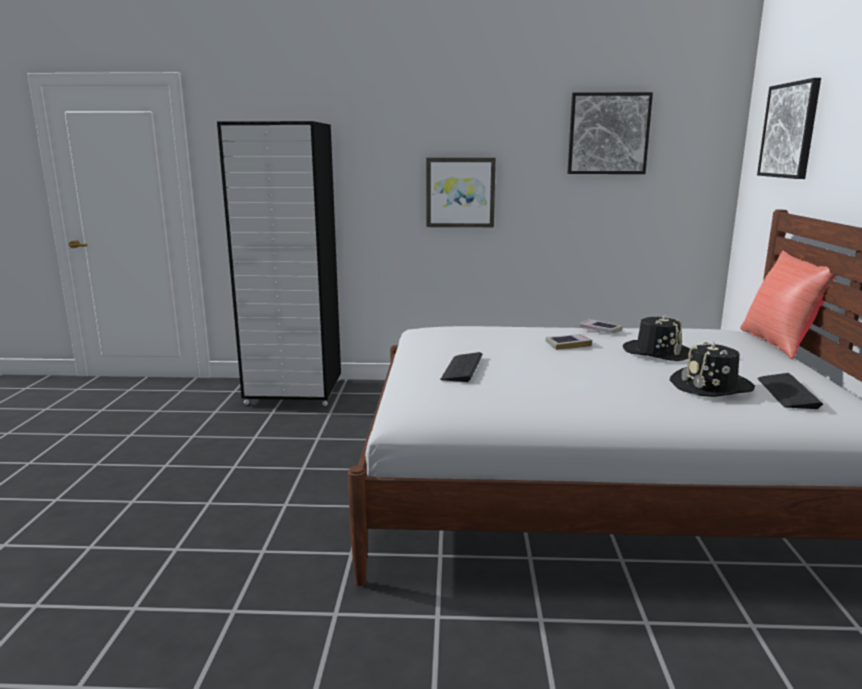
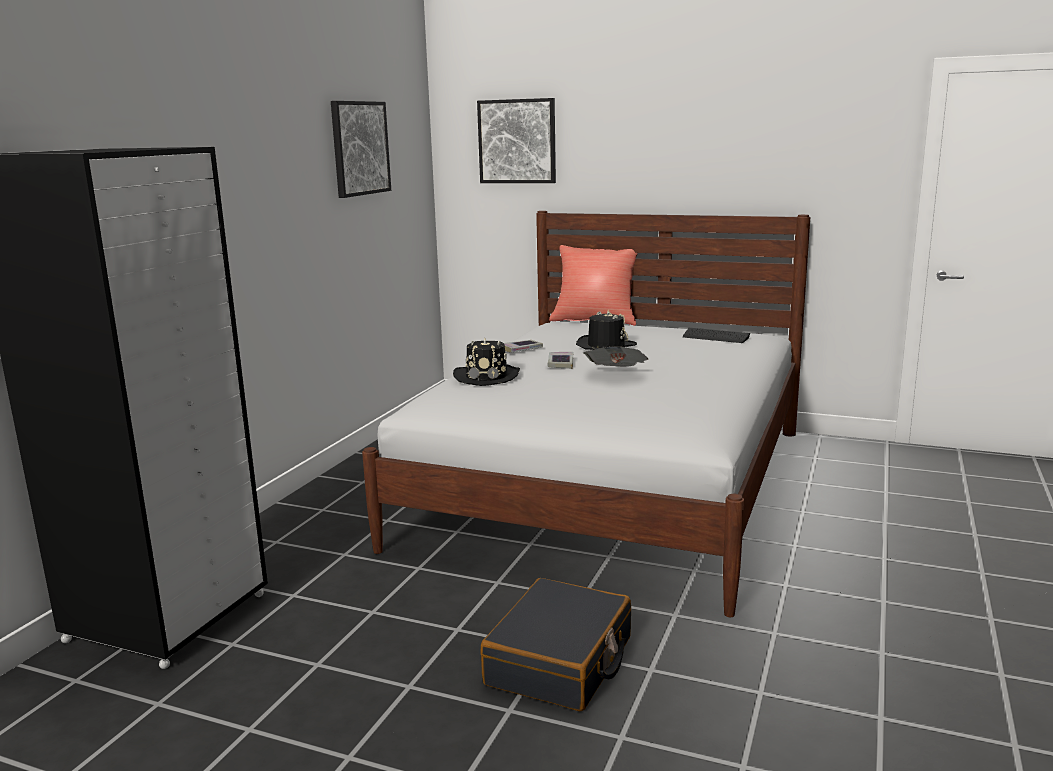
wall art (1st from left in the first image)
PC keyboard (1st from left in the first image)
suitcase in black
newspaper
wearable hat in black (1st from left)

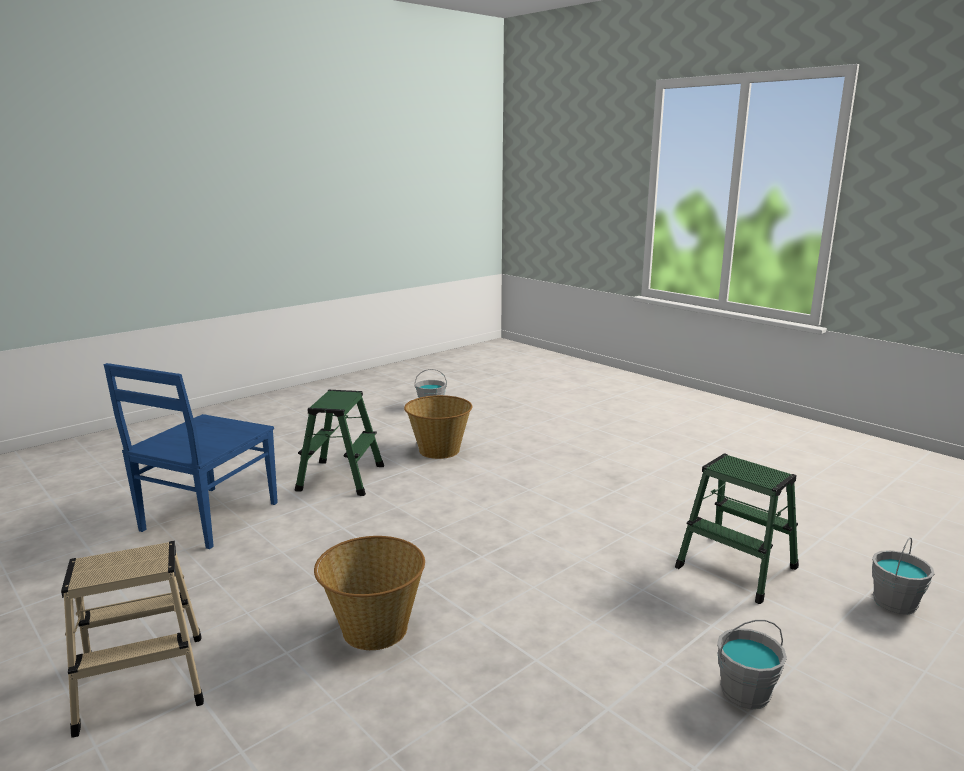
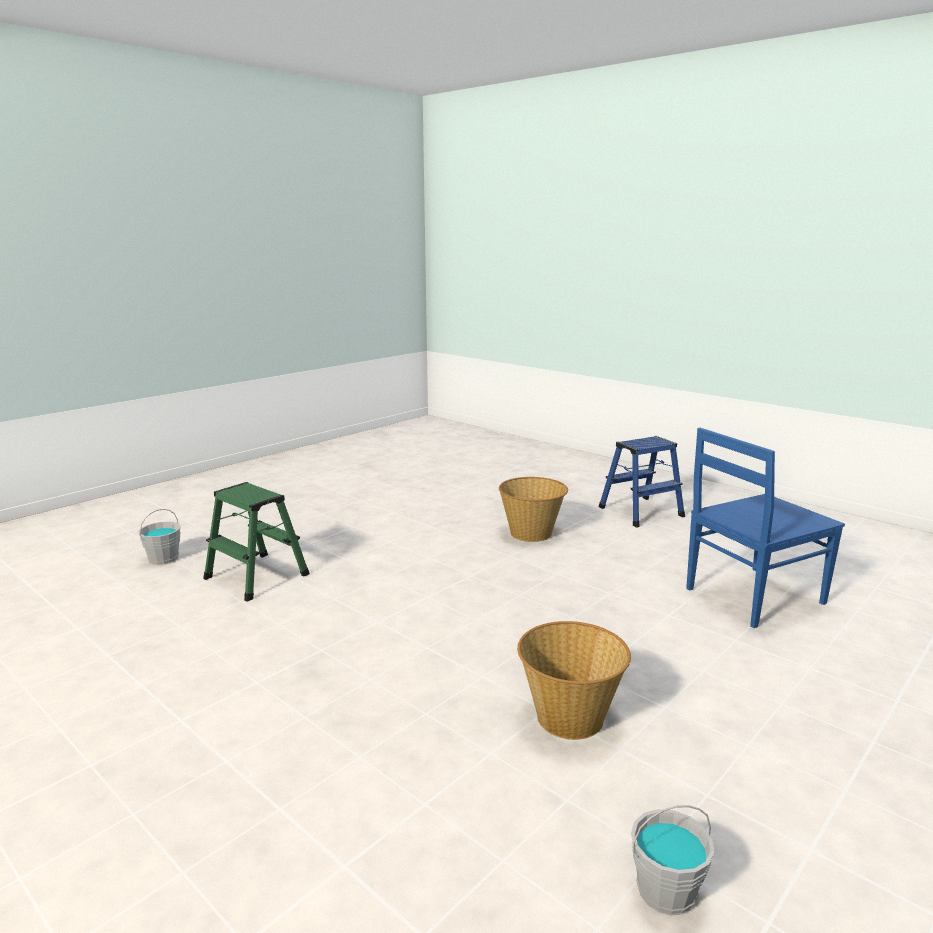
stepladder in greenish (1st from left in the first image)
bucket in gray (2nd from left in the first image)
stepladder in blue-coloured
plain chair in blue-coloured

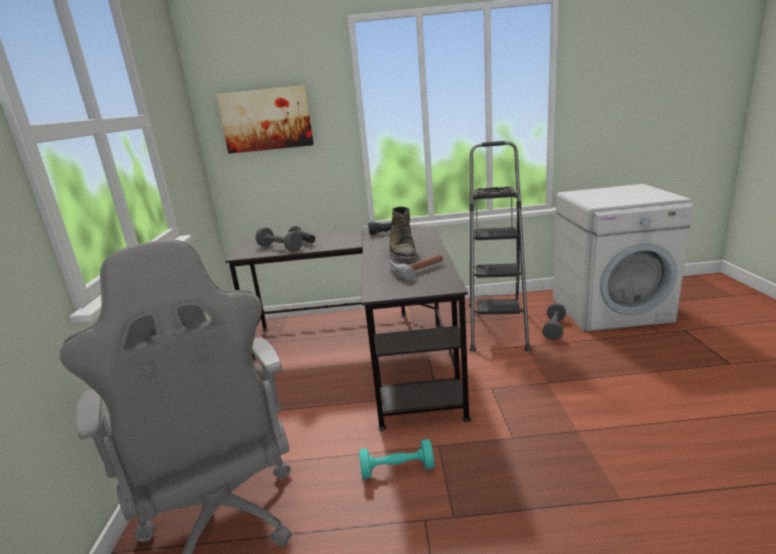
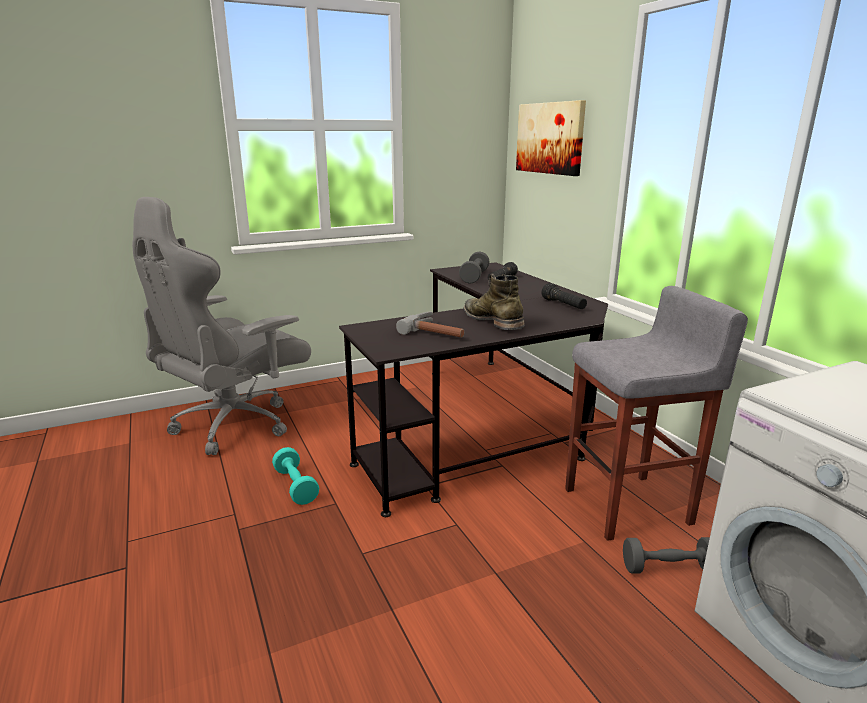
stool in gray
high-top boot in greenish

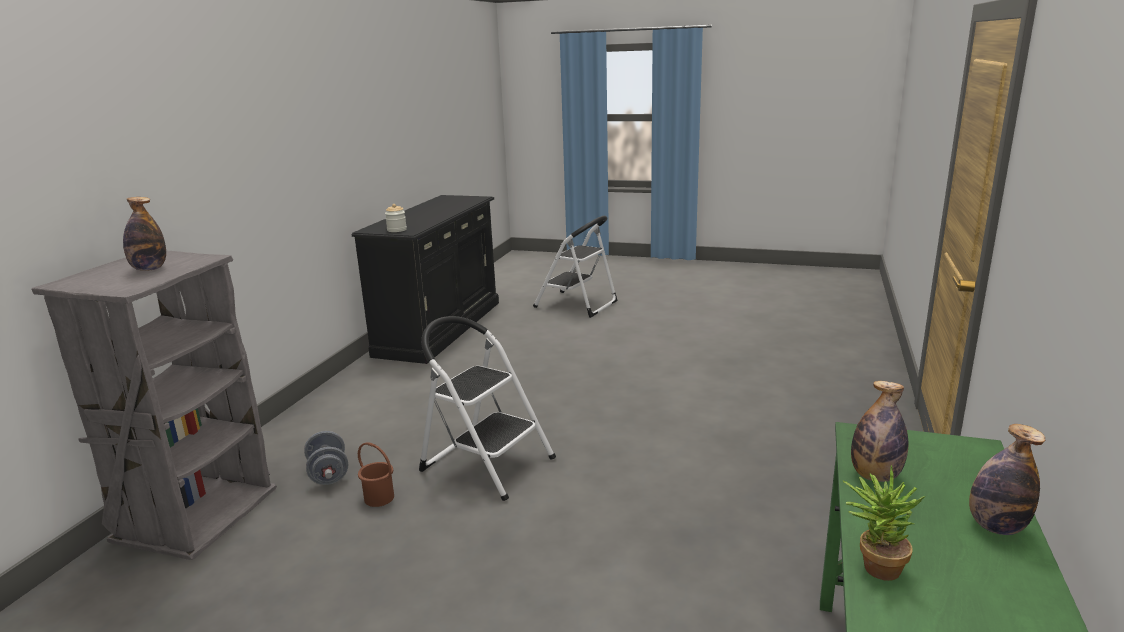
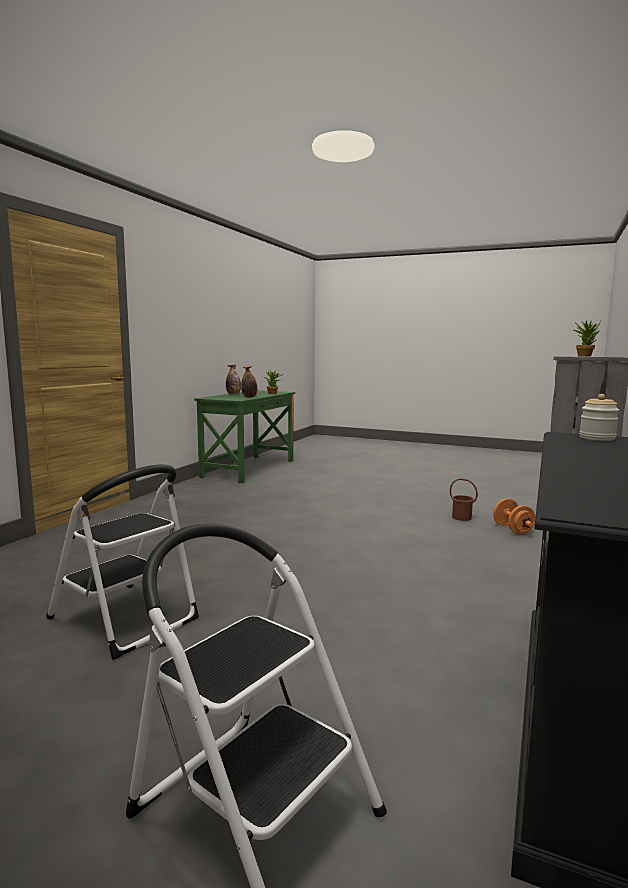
stepladder (1st from left)
houseplant (2nd from left)
hand weight in orange-coloured

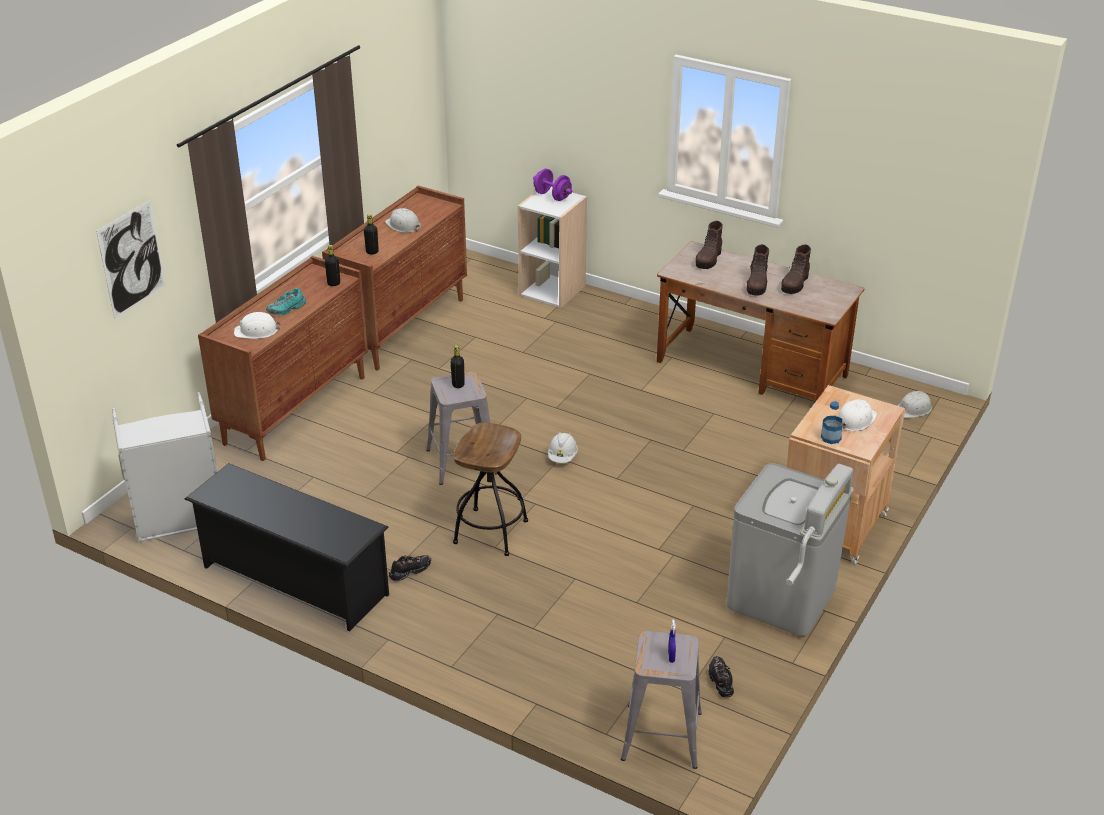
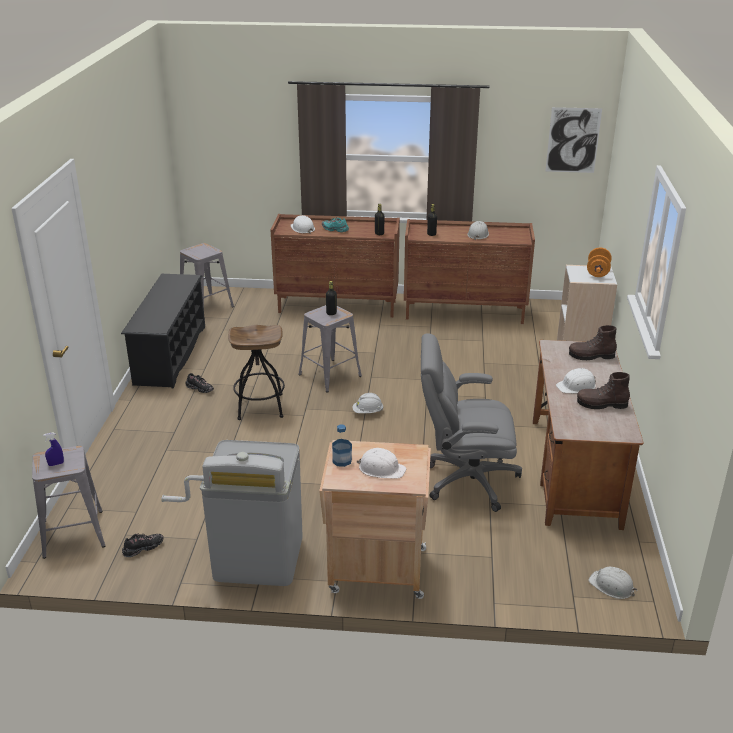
computer chair in gray
wall art
stool in gray (2nd from left)
hard hat in whitish (5th from left)
hand weight in orange-coloured

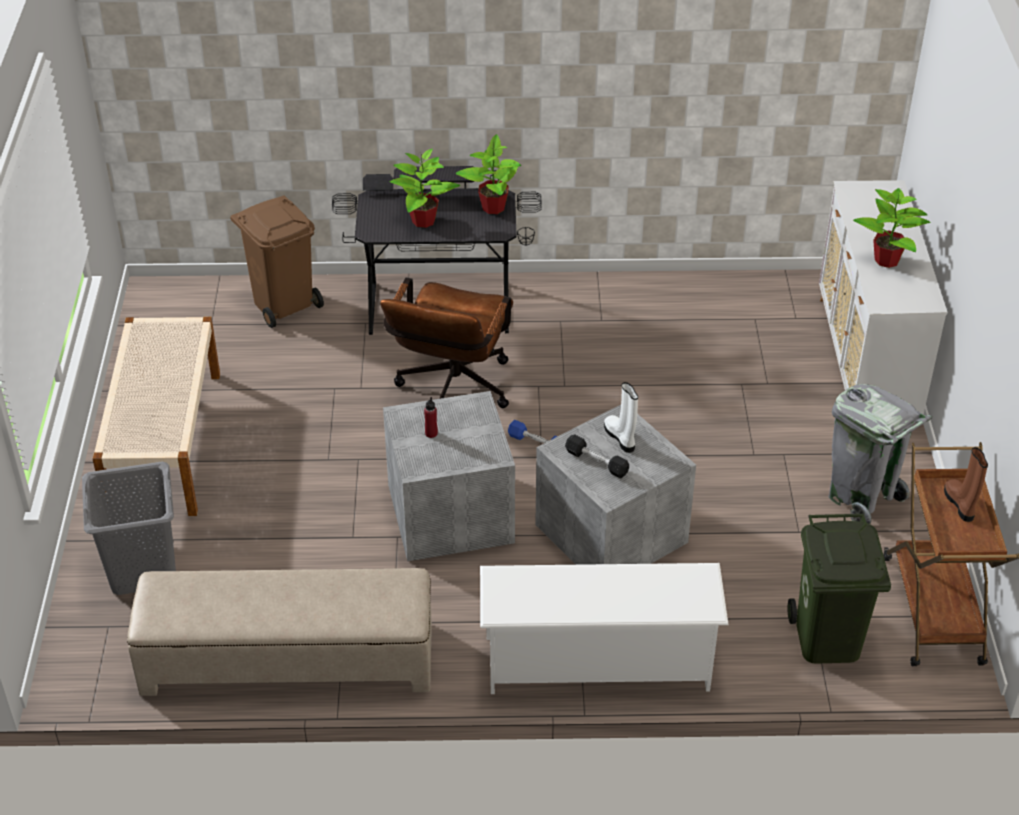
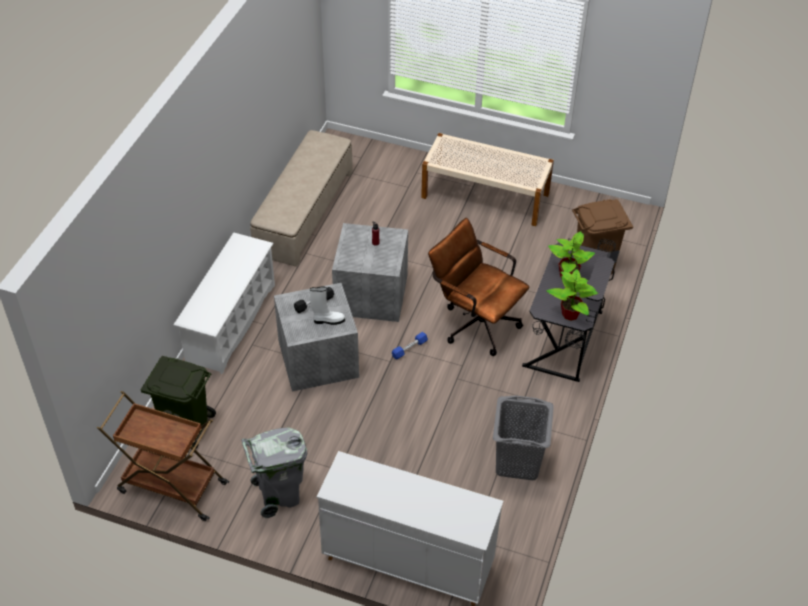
houseplant (3rd from left in the first image)
high-top boot in brownish
washing basket in gray

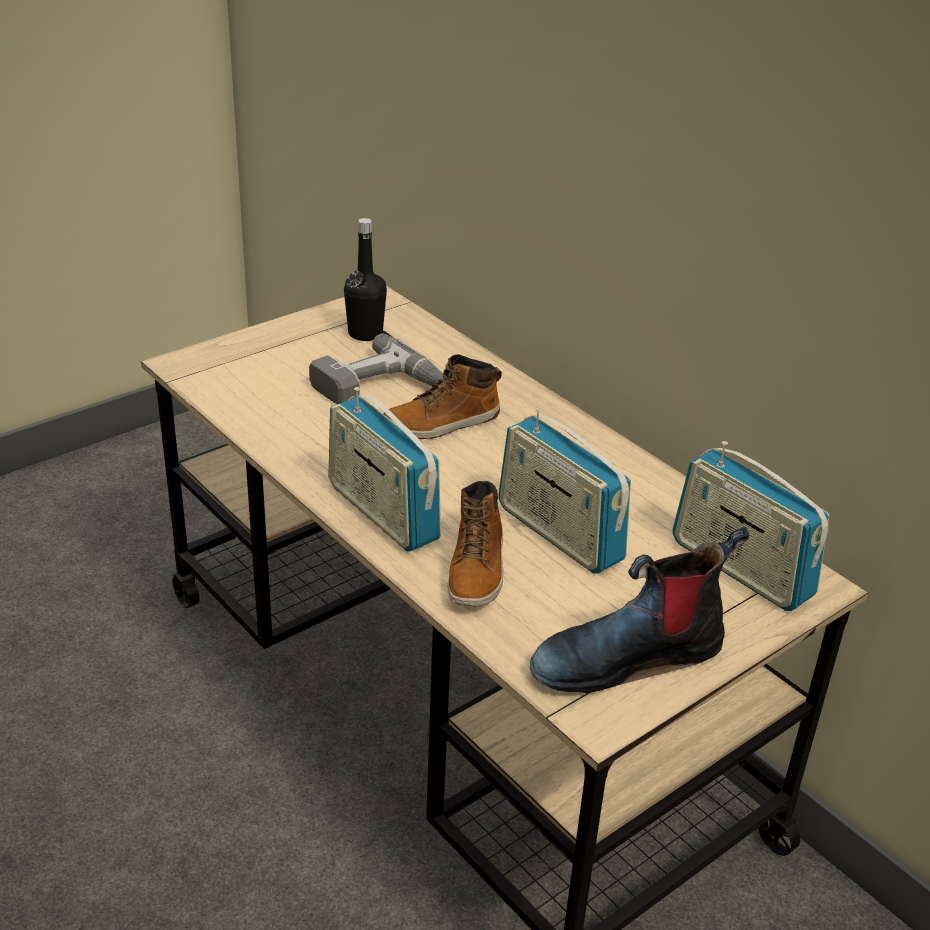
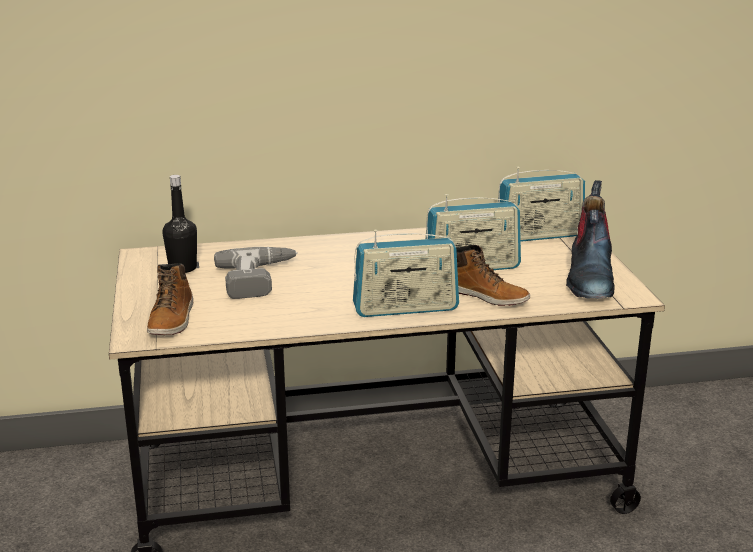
high-top boot (1st from left)

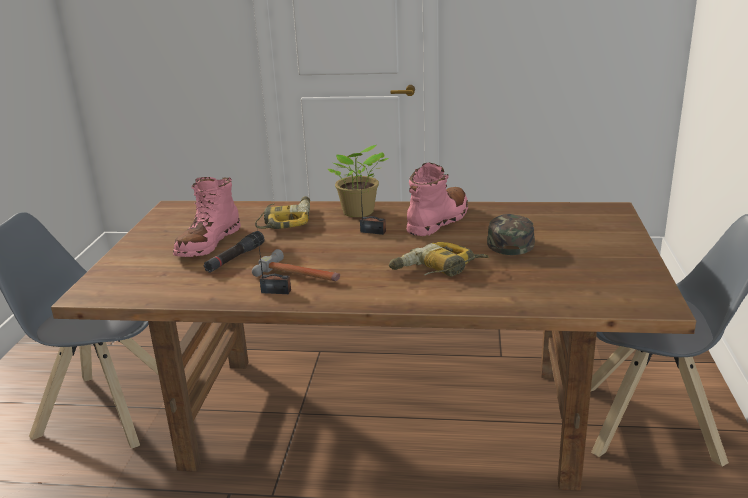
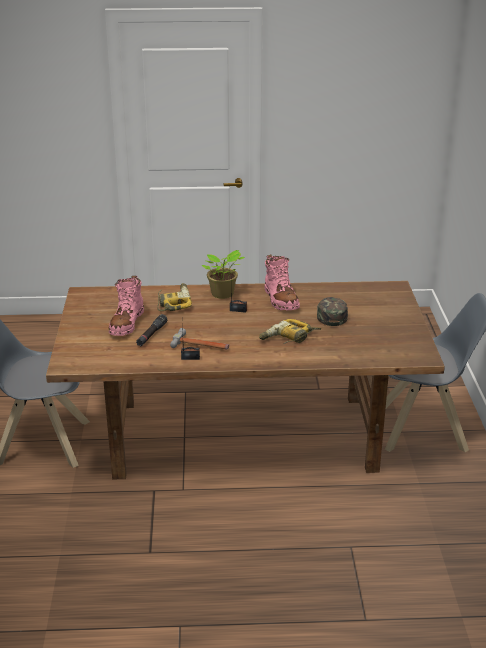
high-top boot in pinkish (2nd from left)

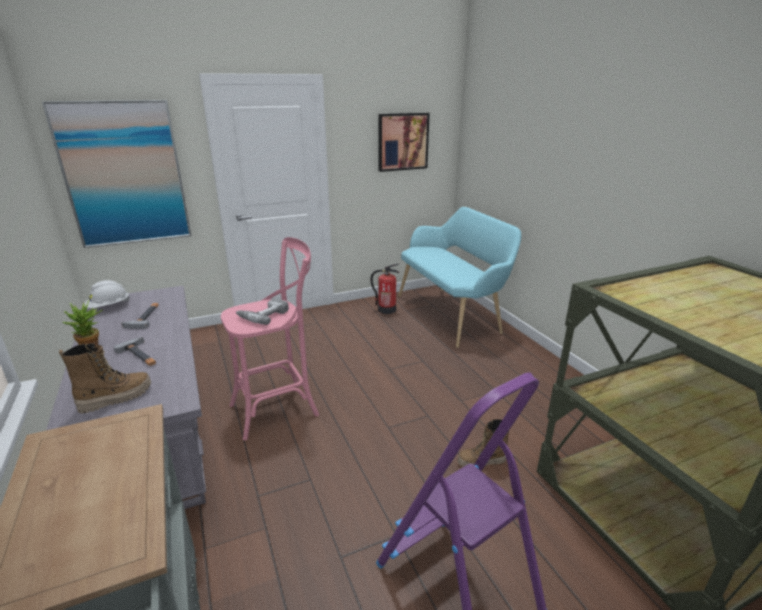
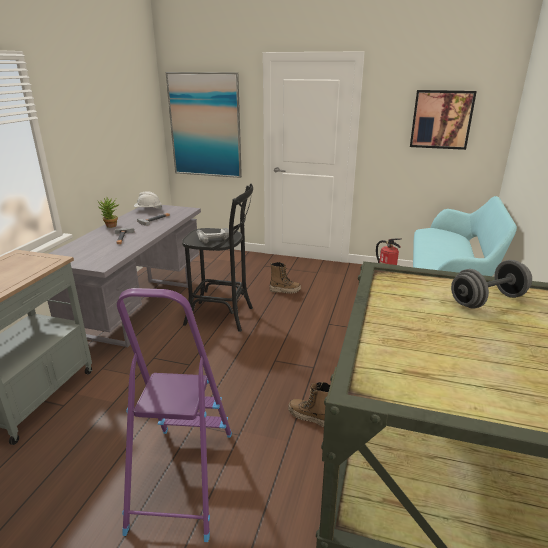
hand weight in gray
high-top boot (1st from left)
stool in black

